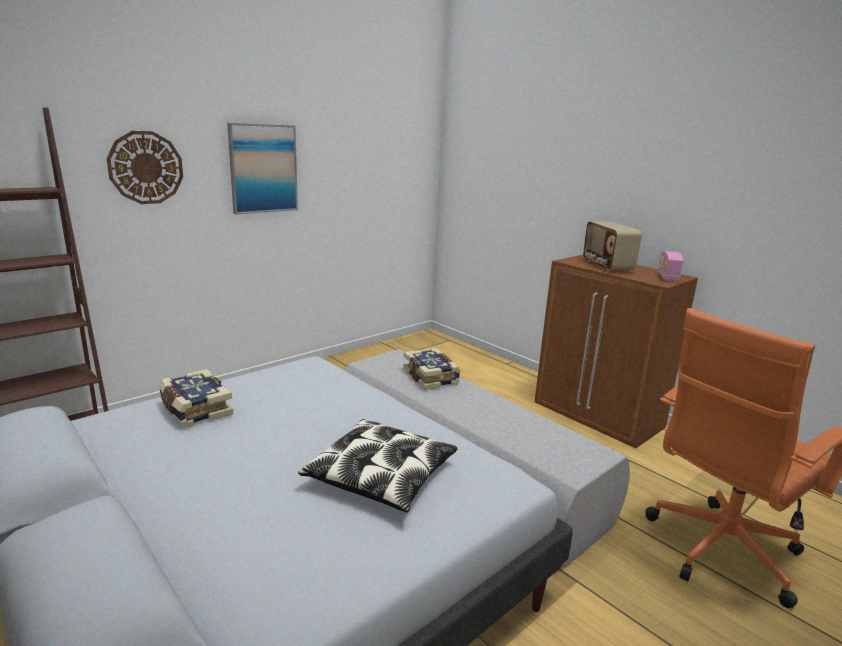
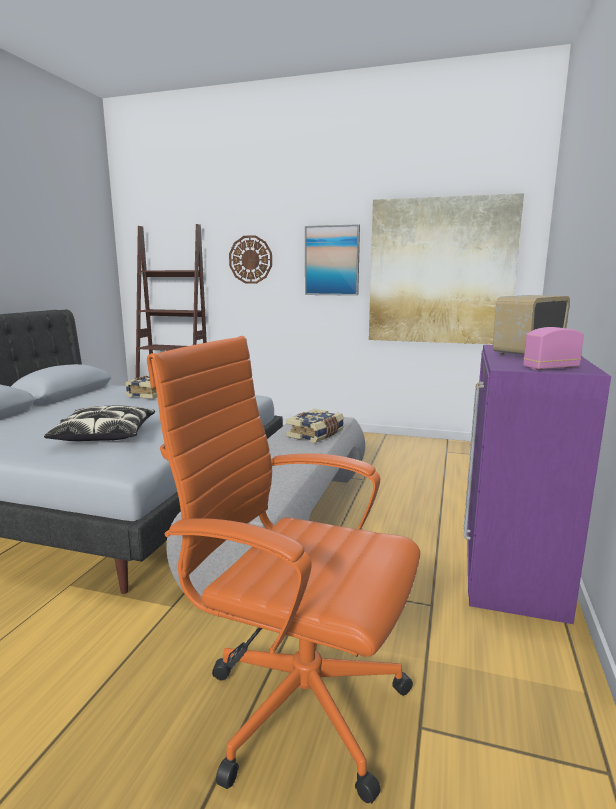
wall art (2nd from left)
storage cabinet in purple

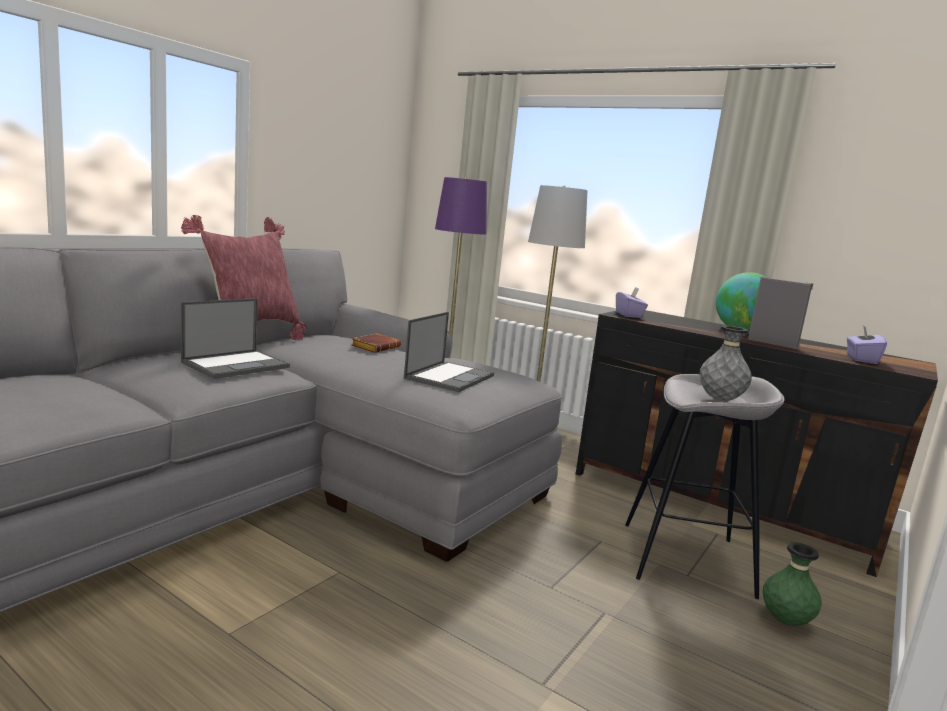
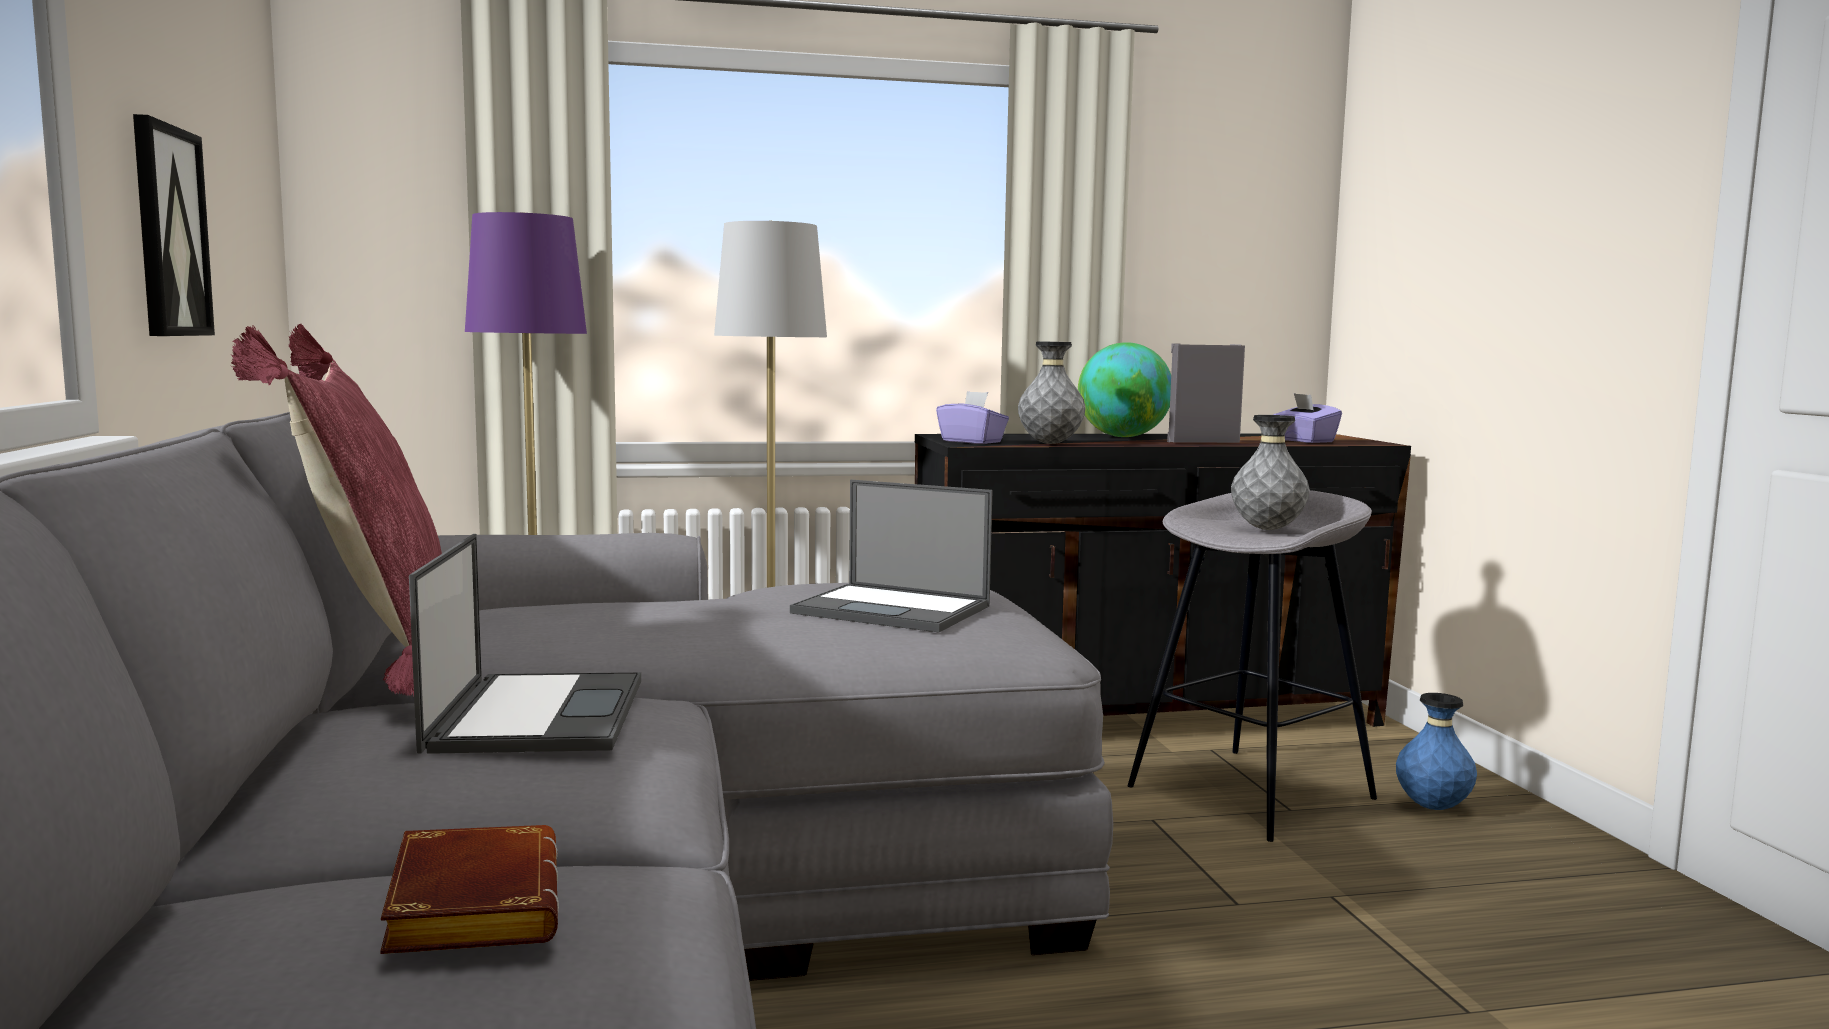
wall art
vase in gray (1st from left)
book in brownish
vase in blue-coloured
notebook computer (2nd from left)

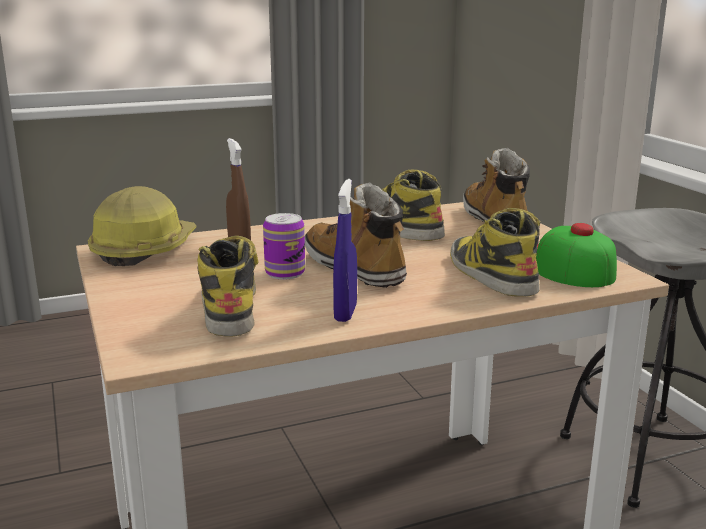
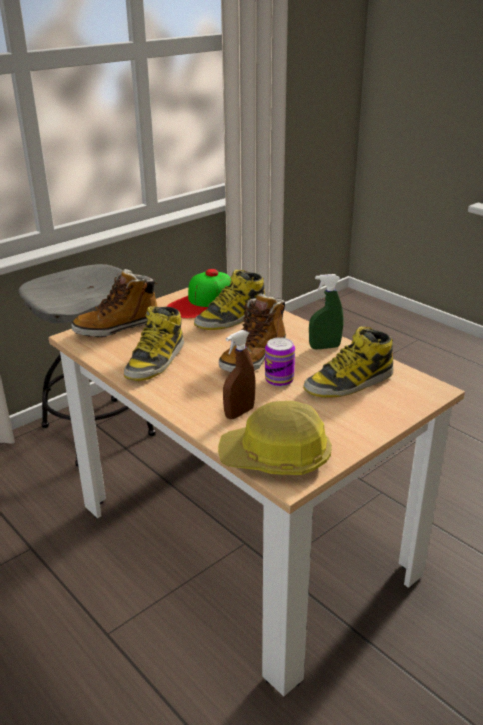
hand sprayer in greenish

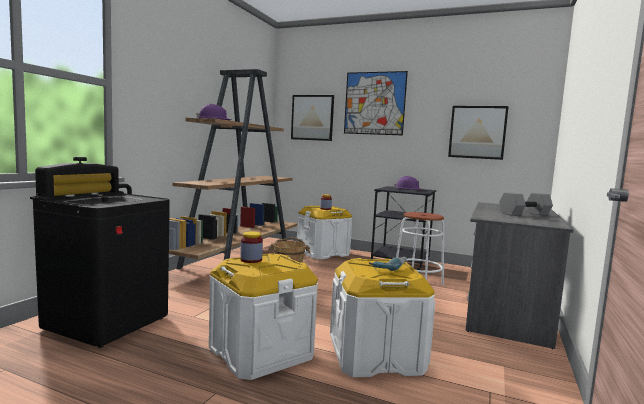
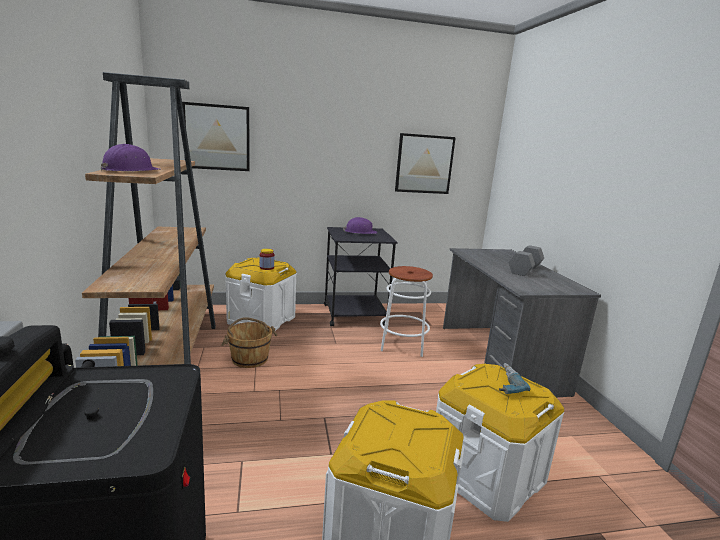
jar (1st from left in the first image)
wall art (2nd from left in the first image)

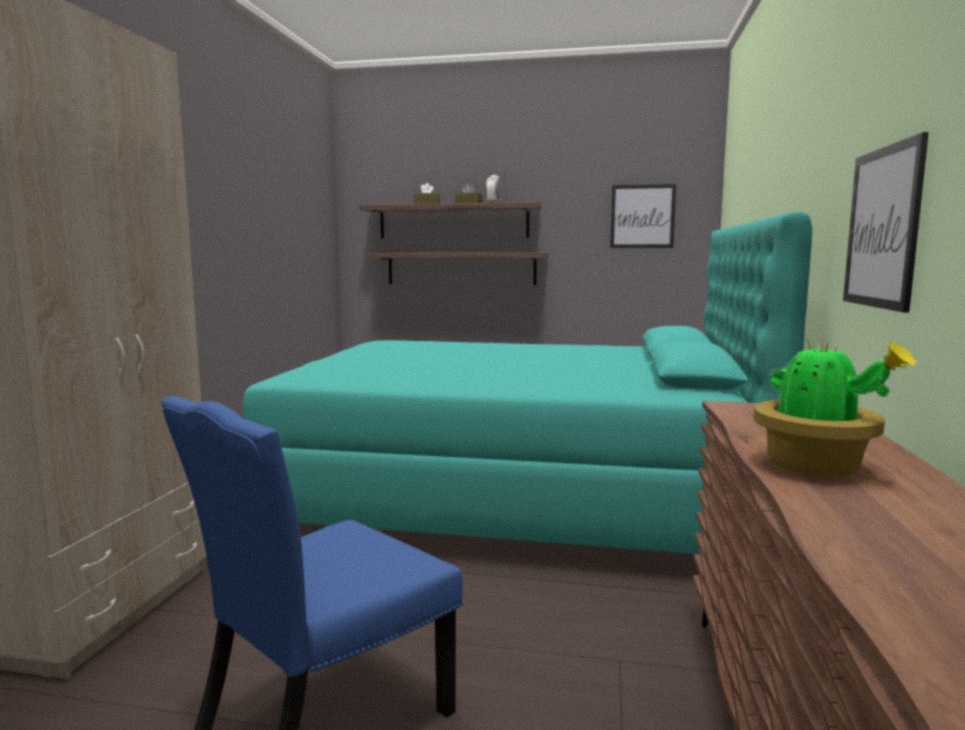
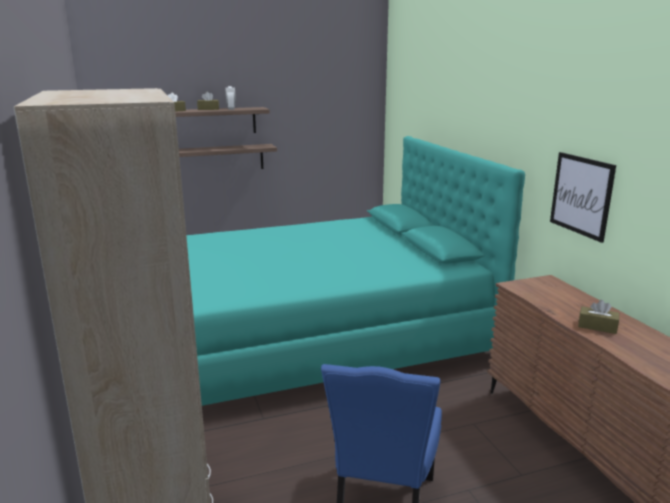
wall art (1st from left in the first image)
tissue box in brownish (3rd from left)

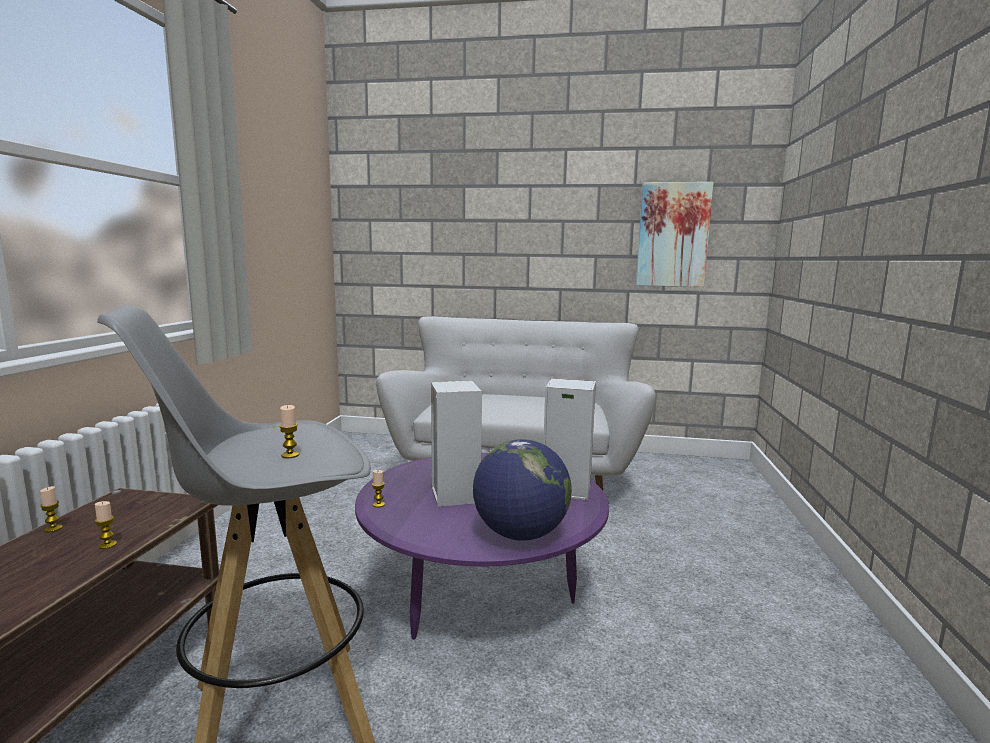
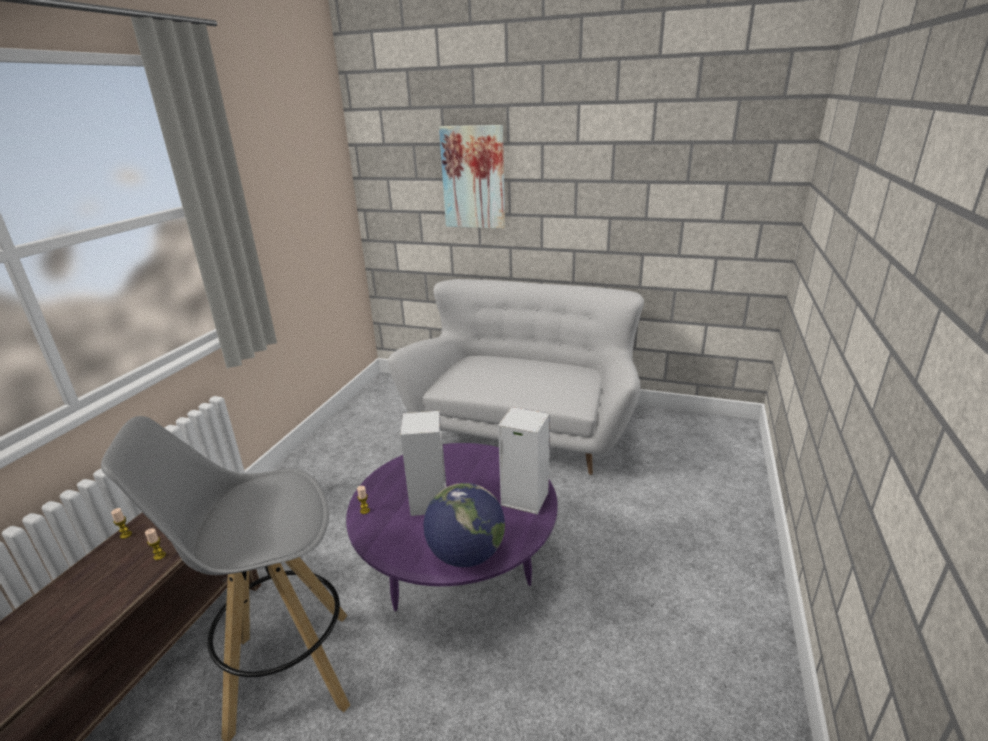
wax candle (3rd from left in the first image)
wall art

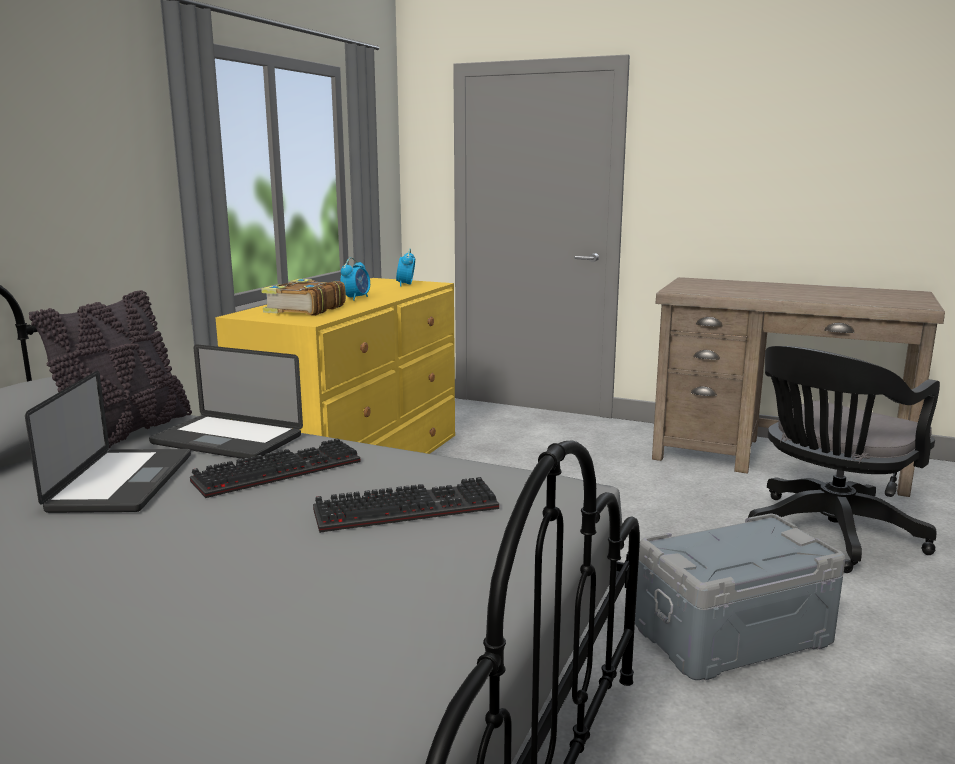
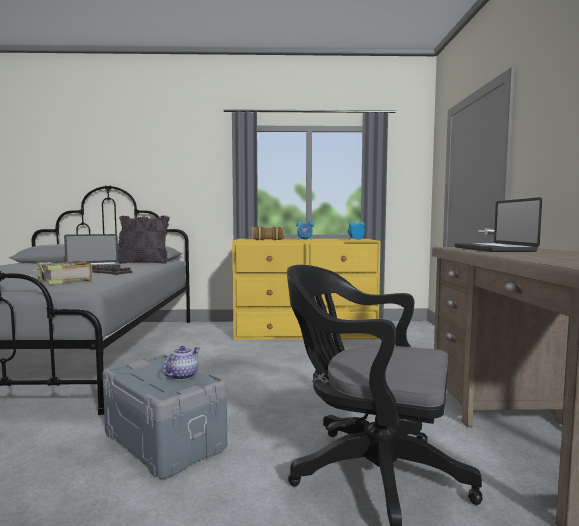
teapot
notebook computer (2nd from left)
book (1st from left)

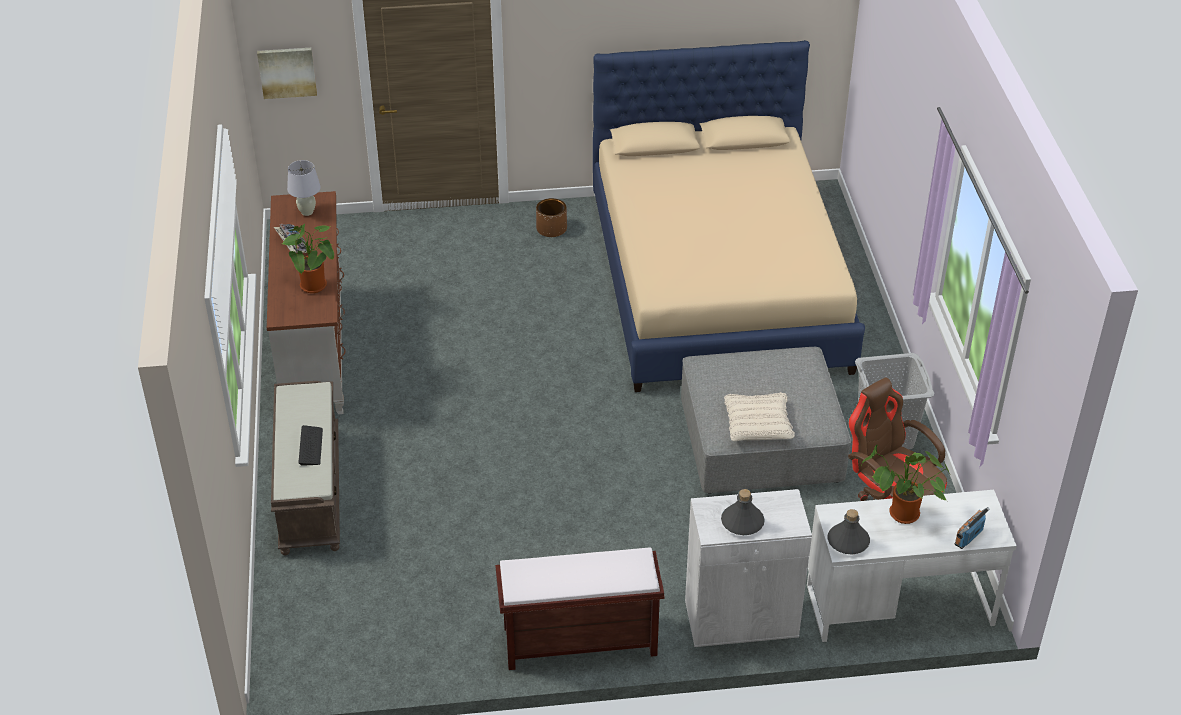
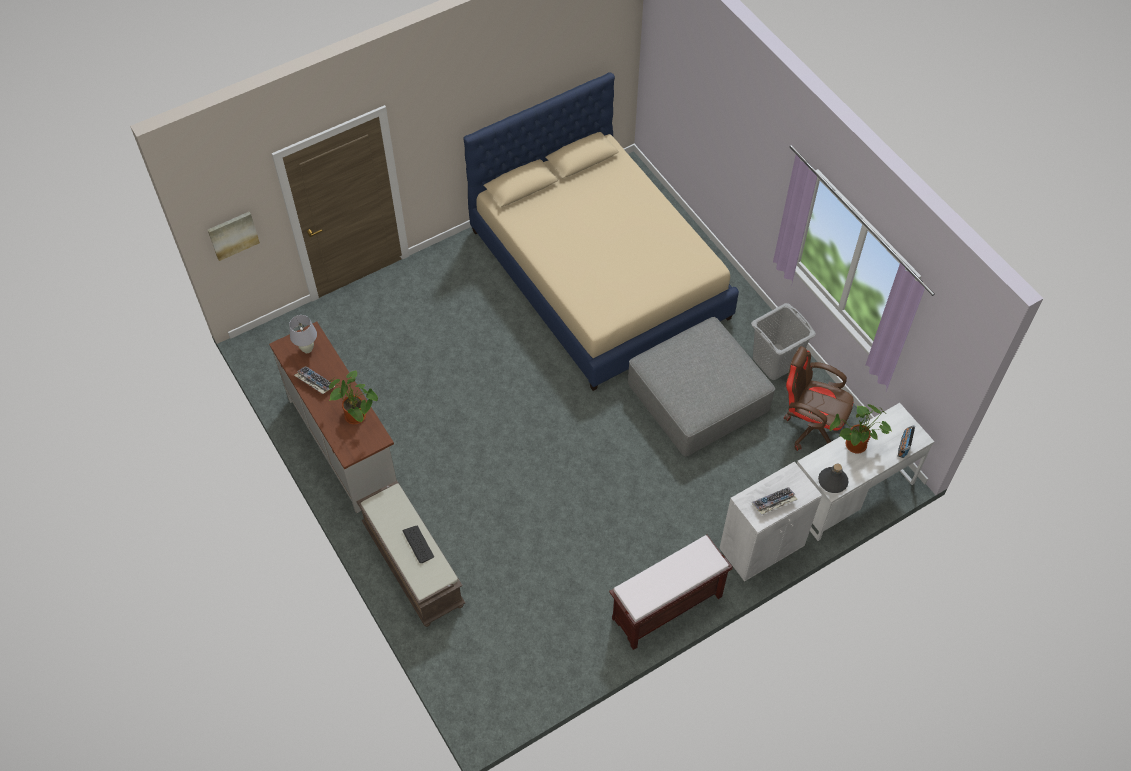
flower pot in brownish
throw pillow in sand-coloured
PC keyboard (3rd from left)

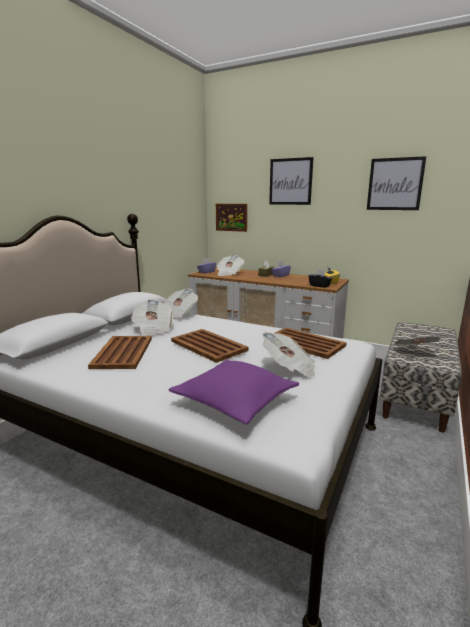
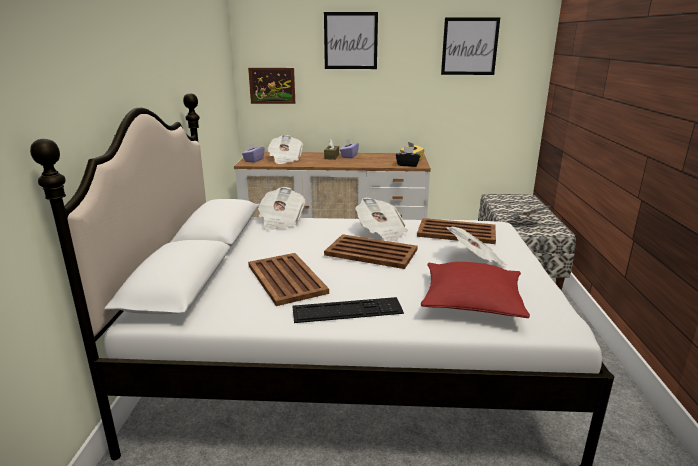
PC keyboard
newspaper (3rd from left)
throw pillow in reddish

